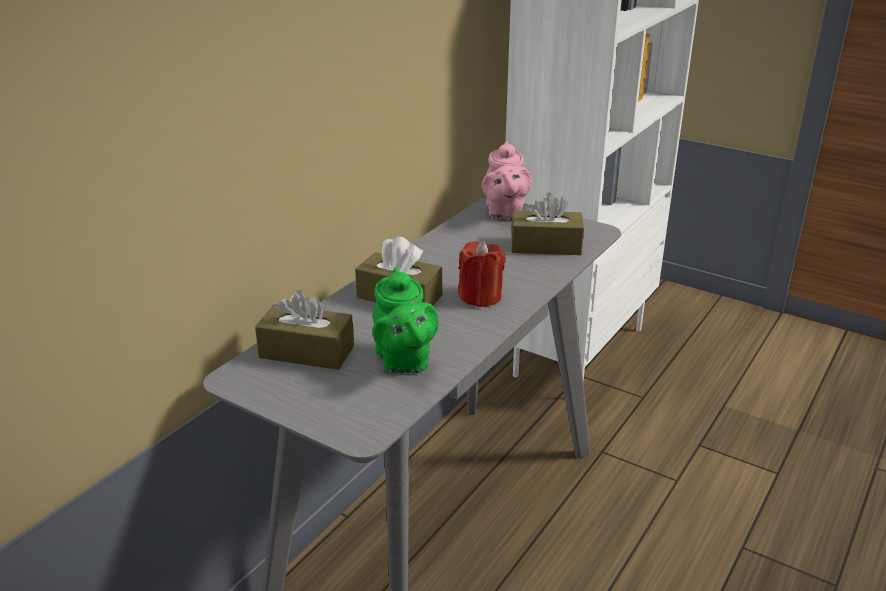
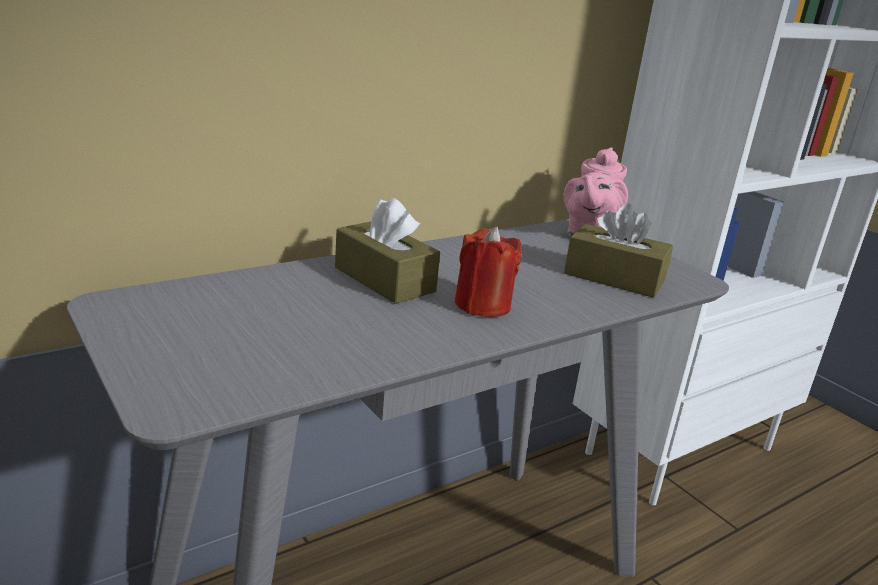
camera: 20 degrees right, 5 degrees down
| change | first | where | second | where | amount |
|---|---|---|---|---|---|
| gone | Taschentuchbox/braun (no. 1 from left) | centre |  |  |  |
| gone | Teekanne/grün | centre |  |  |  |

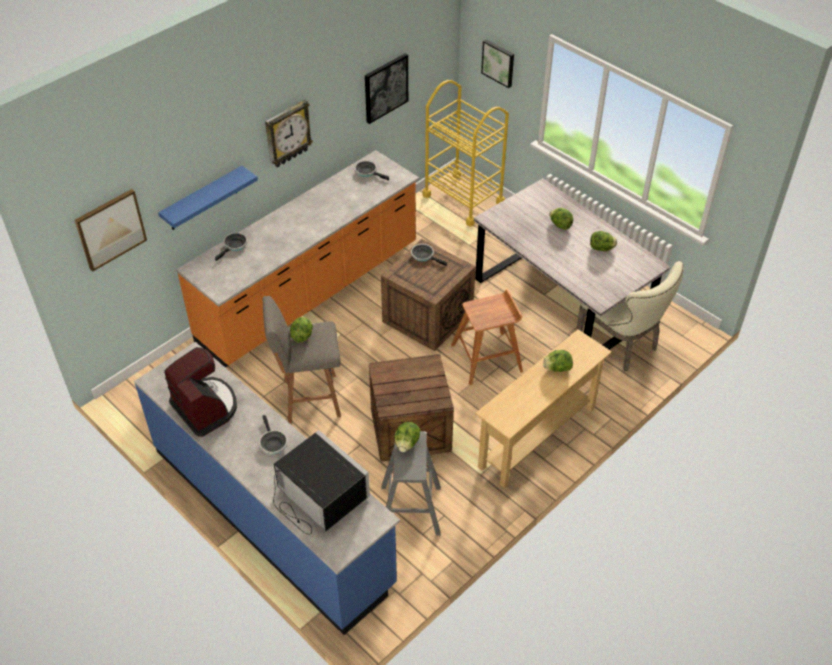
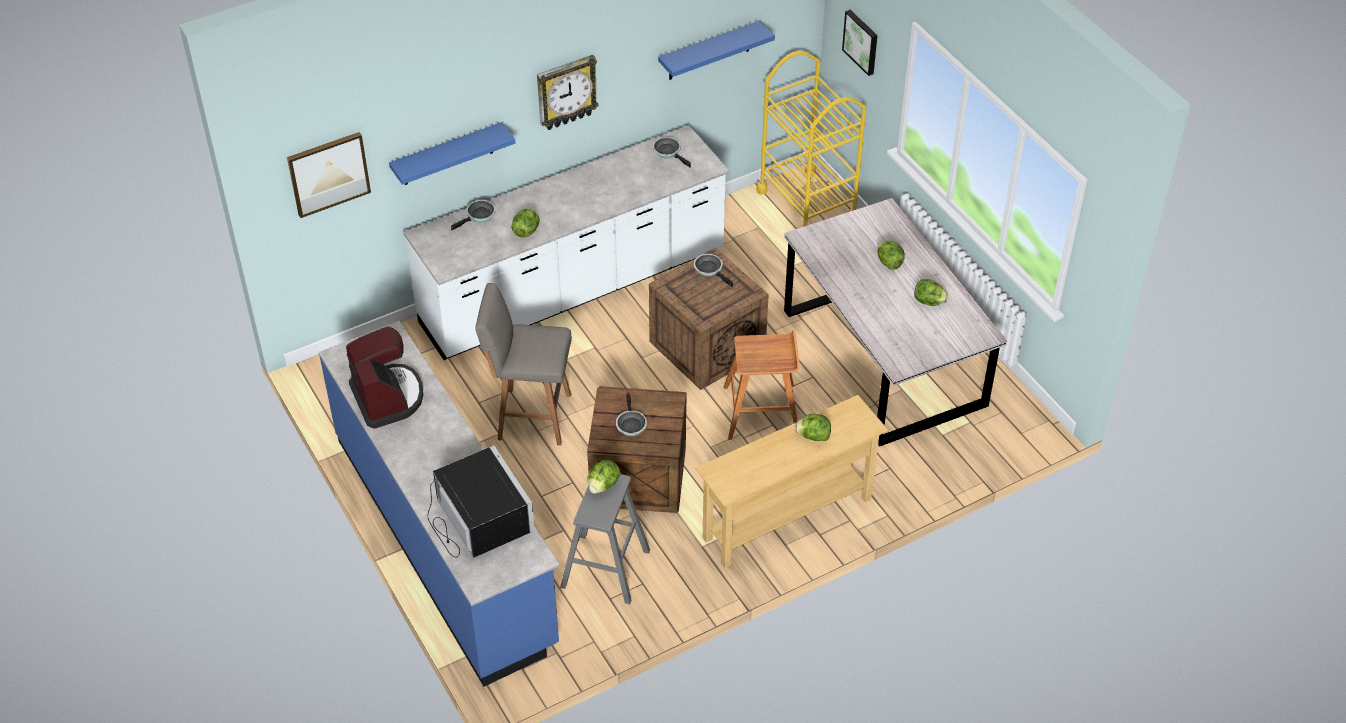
camera: 15 degrees right, 0 degrees up
| change | first | where | second | where | amount |
|---|---|---|---|---|---|
| repainted | Küchenzeile/orange | centre | Küchenzeile/weiß | centre |  |
| shifted | Pfanne (no. 2 from left) | middle left |  | centre |  |
| shifted | Salatkopf (no. 1 from left) | centre |  | top centre |  |
| swapped | Bild (no. 2 from left) | top centre | Wandregal/blau (no. 2 from left) | top centre |  |
| gone | Stuhl/beige | middle right |  |  |  |

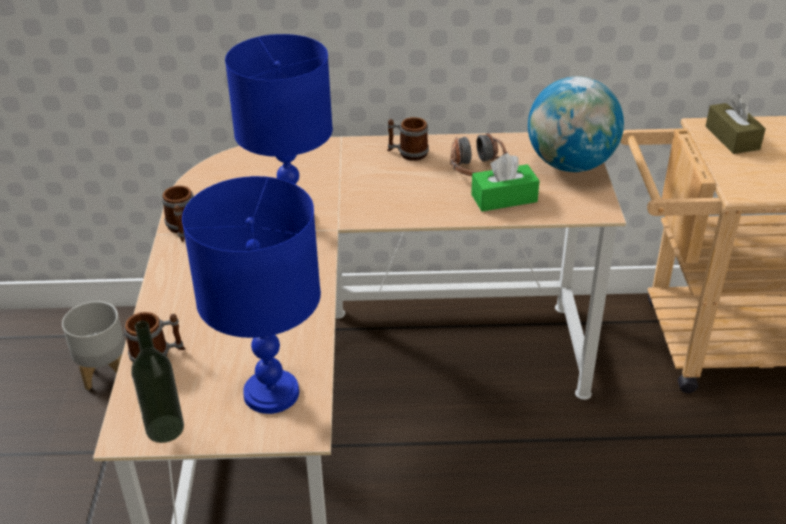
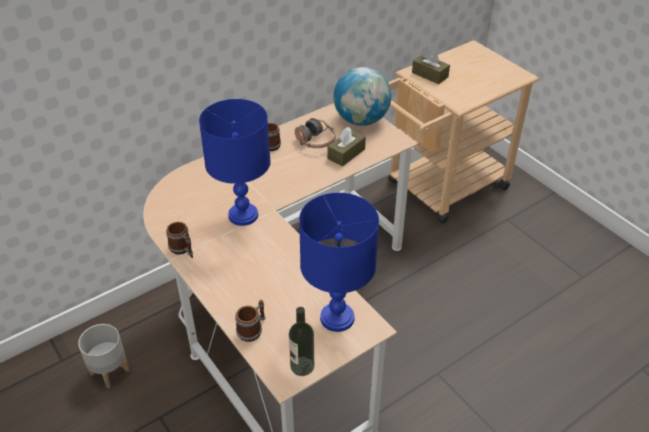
camera: 35 degrees left, 5 degrees up
| change | first | where | second | where | amount |
|---|---|---|---|---|---|
| repainted | Taschentuchbox/grün | centre | Taschentuchbox/braun (no. 1 from left) | centre |  |

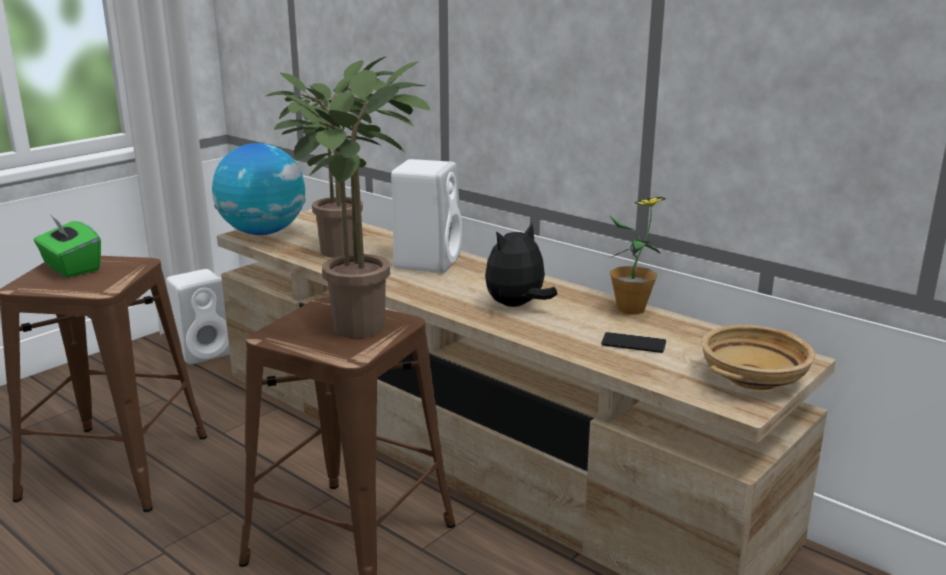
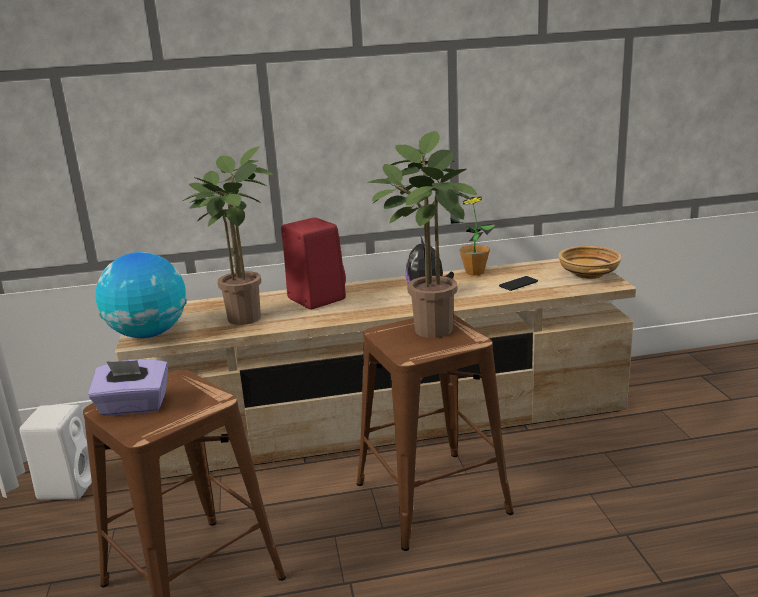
camera: 50 degrees left, 0 degrees up
| change | first | where | second | where | amount |
|---|---|---|---|---|---|
| repainted | Taschentuchbox/grün | middle left | Taschentuchbox/lila | middle left |  |
| repainted | Lautsprecher/weiß (no. 2 from left) | centre | Lautsprecher/rot | centre |  |

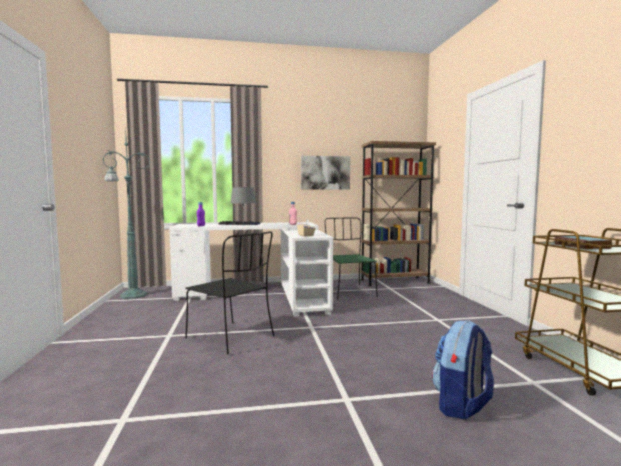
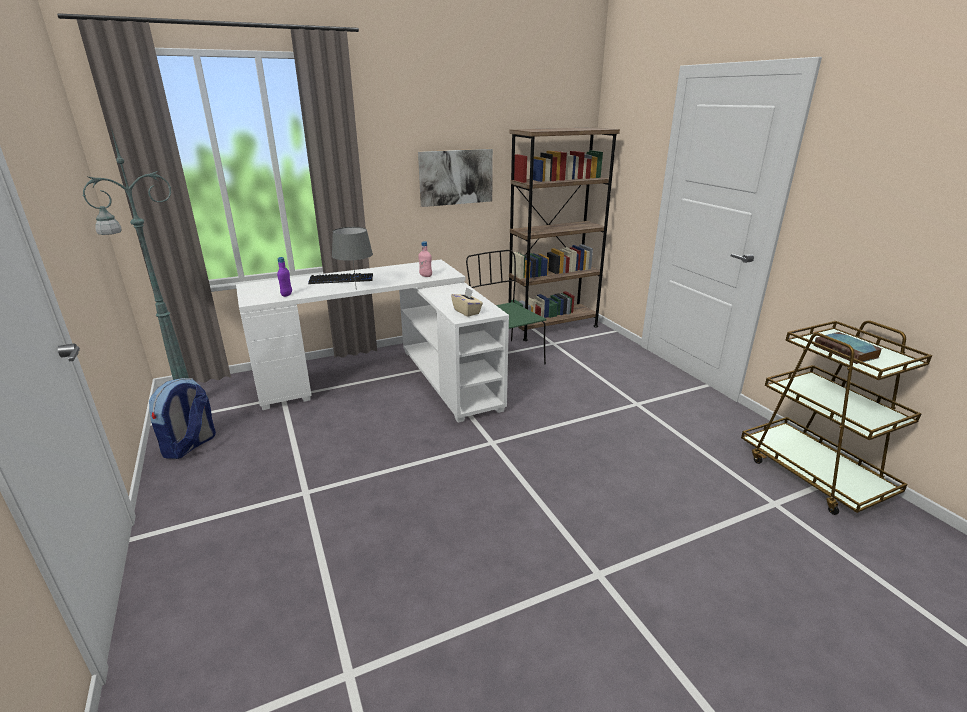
camera: 15 degrees left, 20 degrees up
| change | first | where | second | where | amount |
|---|---|---|---|---|---|
| gone | Stuhl/schwarz | centre |  |  |  |
| shifted | Rucksack | bottom right |  | middle left |  |

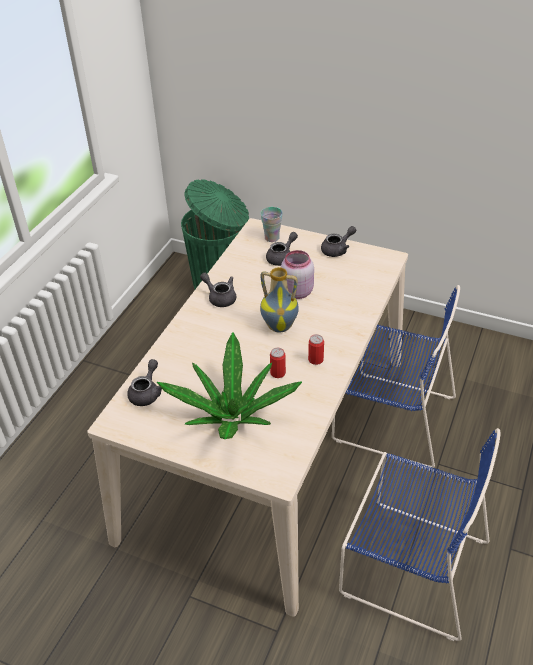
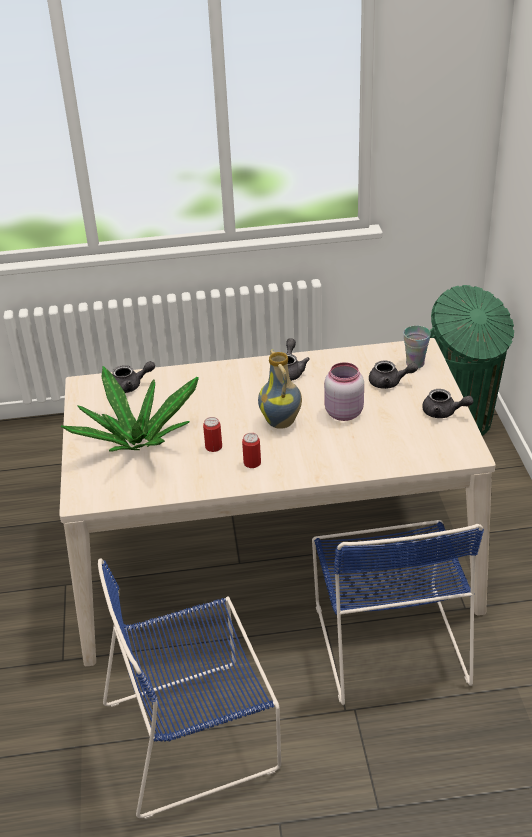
camera: 60 degrees right, 5 degrees down
| change | first | where | second | where | amount |
|---|---|---|---|---|---|
| rotated | Stuhl/blau (no. 2 from left in the first image) | bottom right | Stuhl/blau (no. 1 from left) | bottom centre | 75 degrees clockwise |

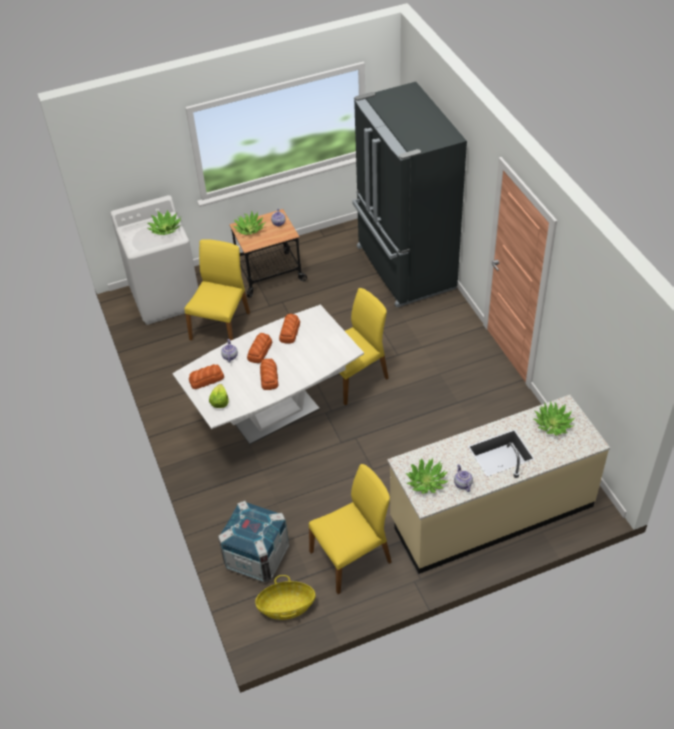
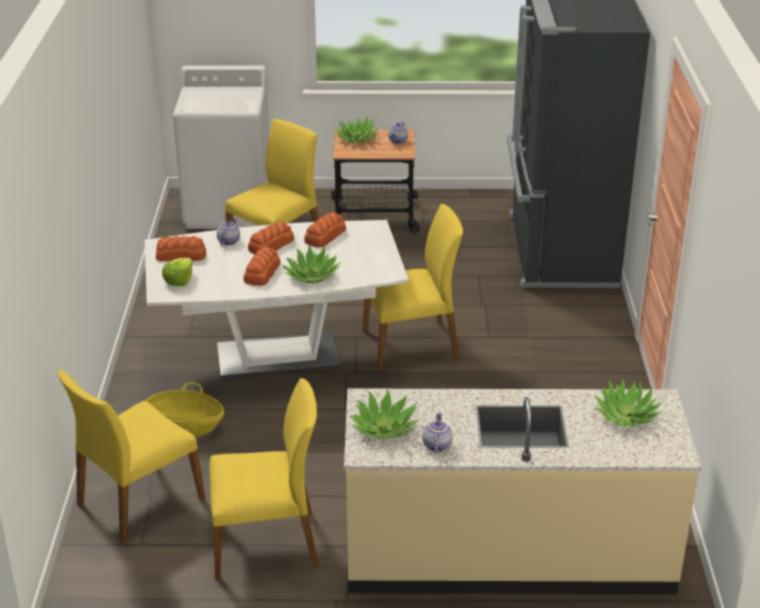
camera: 20 degrees right, 15 degrees down
| change | first | where | second | where | amount |
|---|---|---|---|---|---|
| shifted | Topfpflanze (no. 1 from left) | top left |  | centre |  |
| swapped | Kiste | bottom centre | Stuhl/gelb (no. 1 from left) | bottom left |  |
| shifted | Korb | bottom centre |  | bottom left |  |

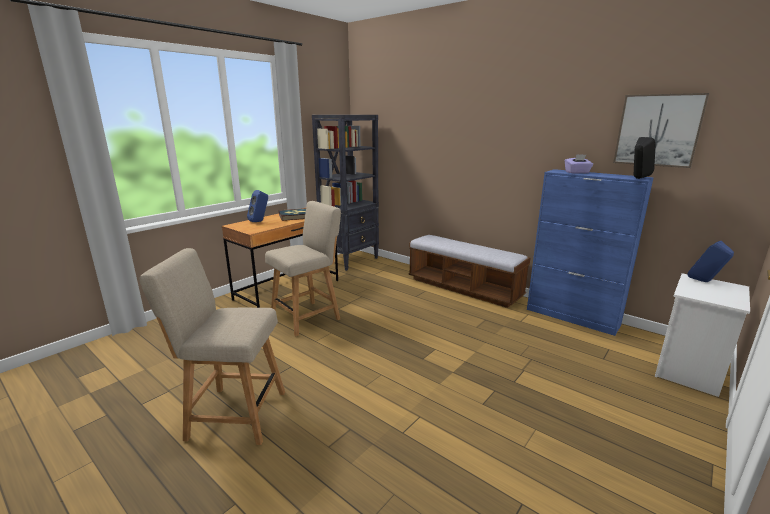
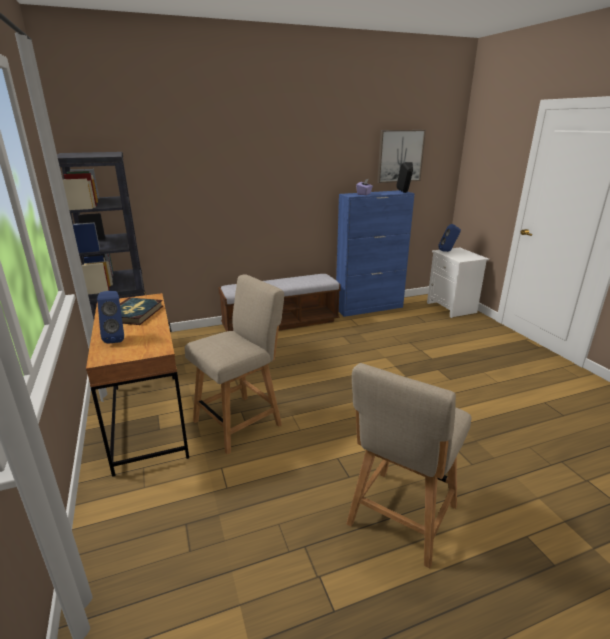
camera: 60 degrees left, 5 degrees up
| change | first | where | second | where | amount |
|---|---|---|---|---|---|
| rotated | Stuhl/beige (no. 2 from left in the first image) | centre | Stuhl/beige (no. 1 from left) | centre | 60 degrees clockwise |

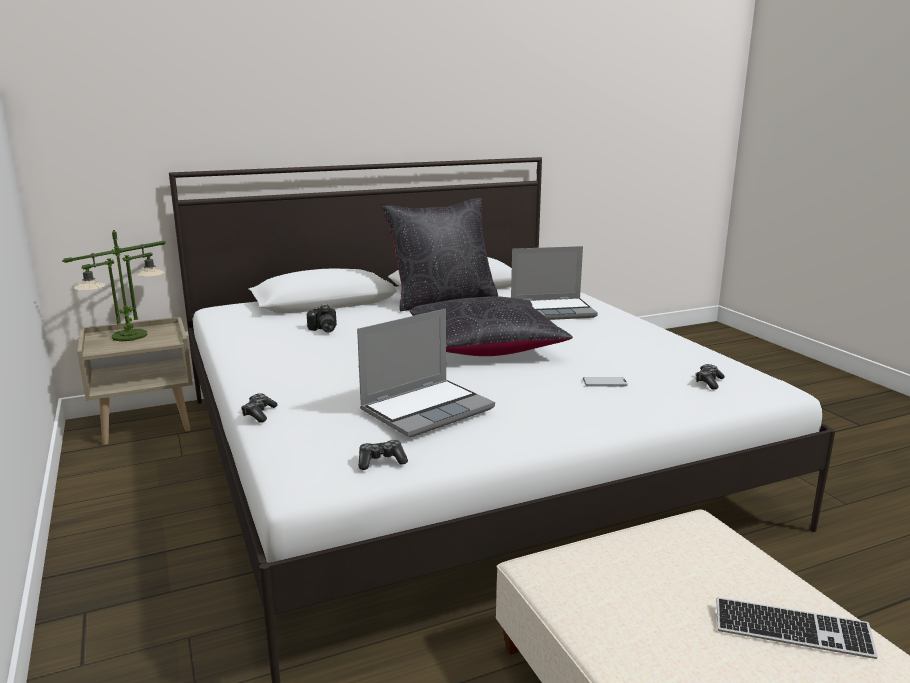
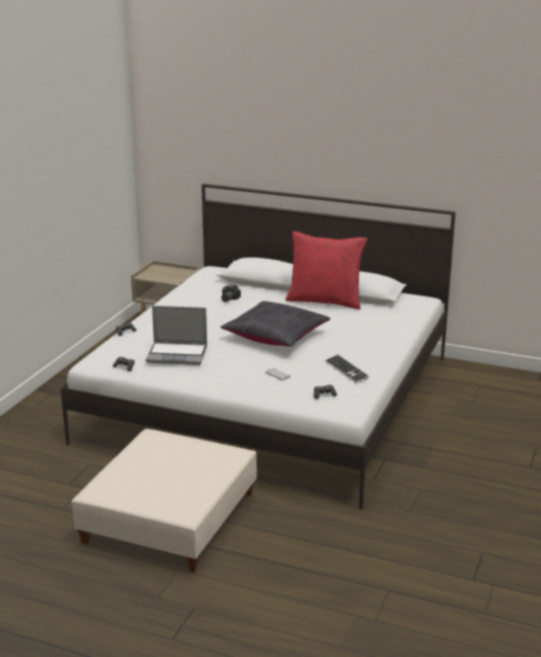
camera: 45 degrees right, 5 degrees up
| change | first | where | second | where | amount |
|---|---|---|---|---|---|
| gone | Tischlampe | middle left |  |  |  |
| repainted | Kissen/schwarz (no. 1 from left) | centre | Kissen/rot | centre |  |
| gone | Laptop (no. 2 from left) | centre |  |  |  |
| shifted | Tastatur | bottom right |  | centre |  |

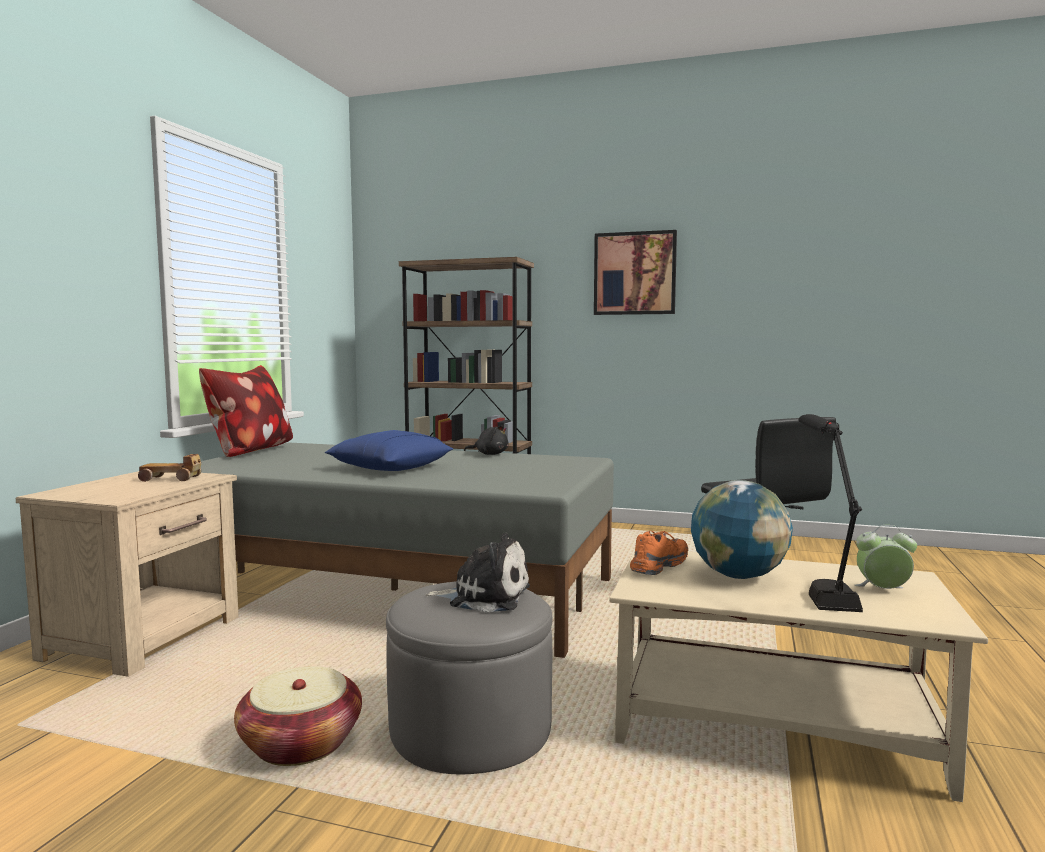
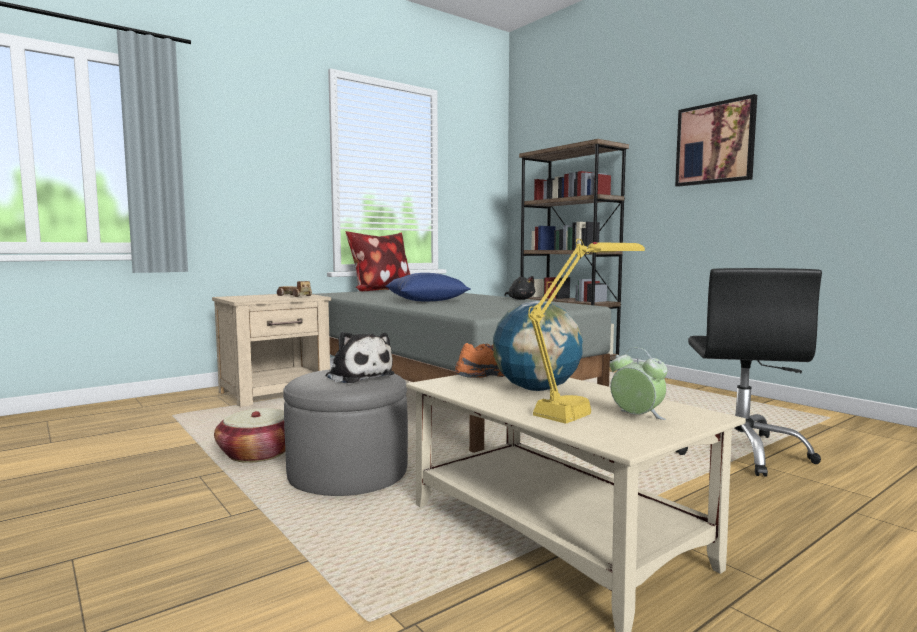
camera: 35 degrees right, 0 degrees up
| change | first | where | second | where | amount |
|---|---|---|---|---|---|
| repainted | Tischlampe/schwarz | middle right | Tischlampe/gelb | centre |  |

